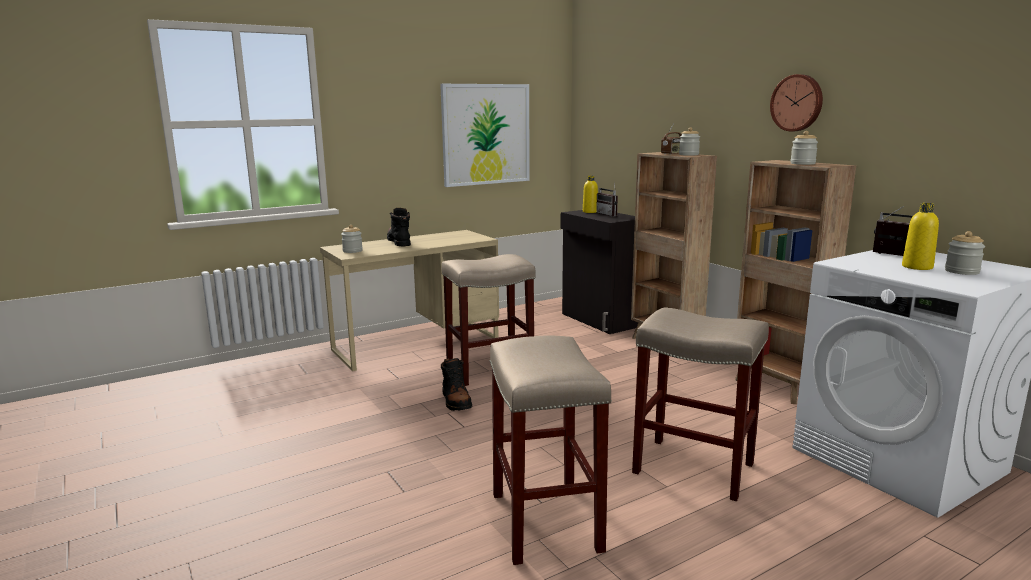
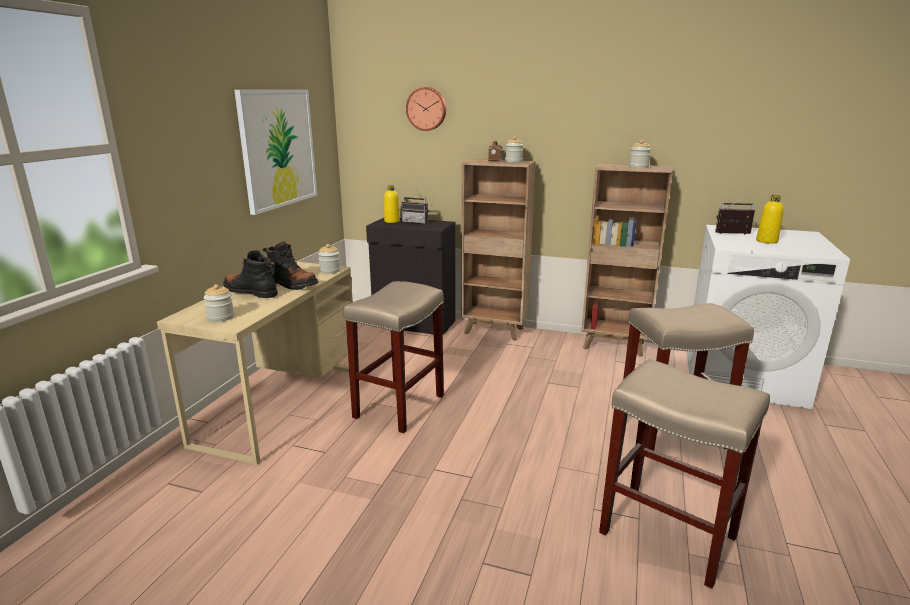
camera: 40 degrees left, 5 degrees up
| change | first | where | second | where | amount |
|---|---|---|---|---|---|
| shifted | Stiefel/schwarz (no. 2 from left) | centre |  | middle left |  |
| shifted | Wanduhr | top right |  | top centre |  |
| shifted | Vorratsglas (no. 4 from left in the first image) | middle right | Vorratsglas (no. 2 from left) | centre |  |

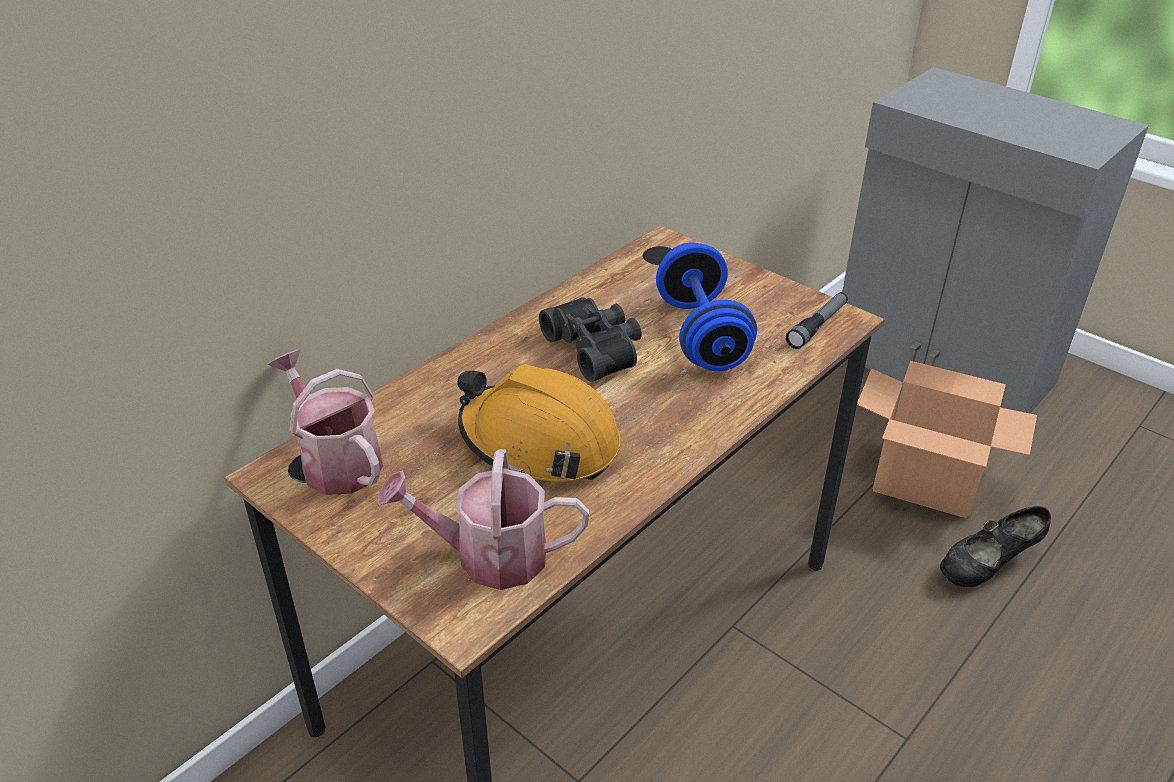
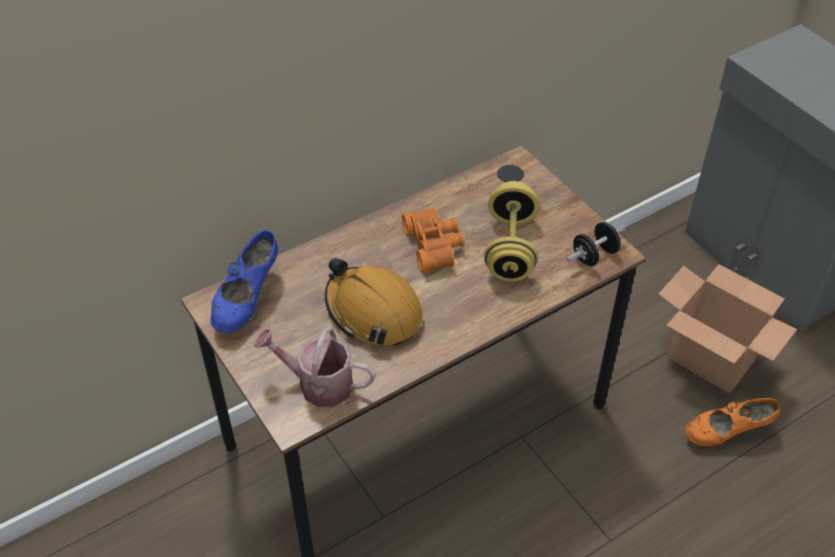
camera: 15 degrees right, 10 degrees up
| change | first | where | second | where | amount |
|---|---|---|---|---|---|
| swapped | Gießkanne (no. 1 from left) | middle left | Schuh/blau | middle left |  |
| repainted | Fernglas/schwarz | centre | Fernglas/orange | centre |  |
| repainted | Hantel/blau | centre | Hantel/gelb | centre |  |
| swapped | Taschenlampe | middle right | Hantel/schwarz | middle right |  |
| repainted | Schuh/schwarz | bottom right | Schuh/orange | bottom right |  |

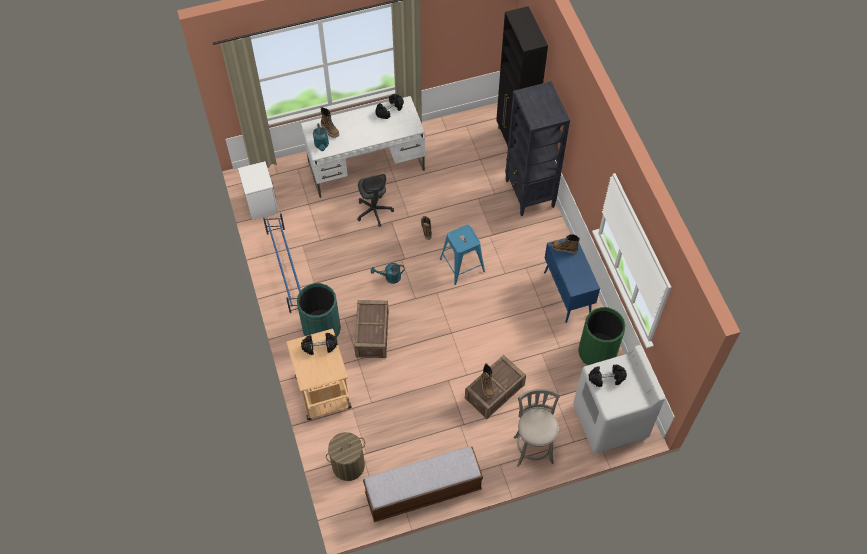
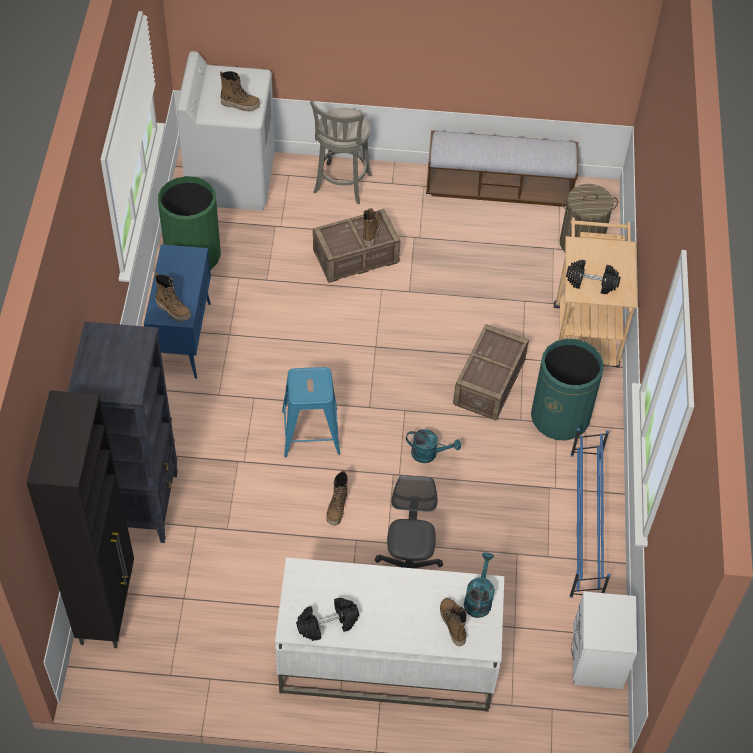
camera: 160 degrees left, 5 degrees down
| change | first | where | second | where | amount |
|---|---|---|---|---|---|
| swapped | Hantel/schwarz (no. 3 from left) | bottom right | Stiefel (no. 2 from left) | top left |  |

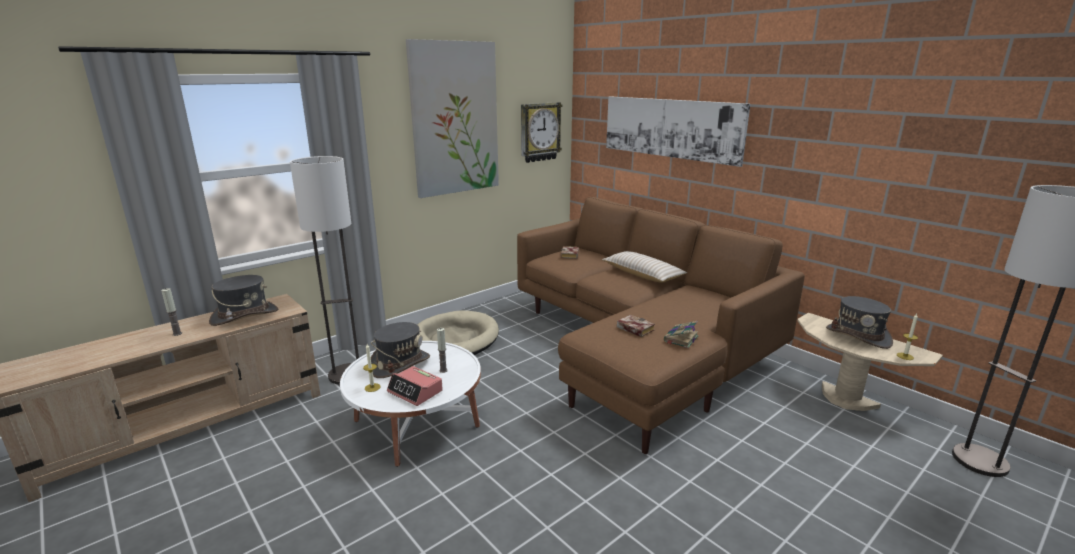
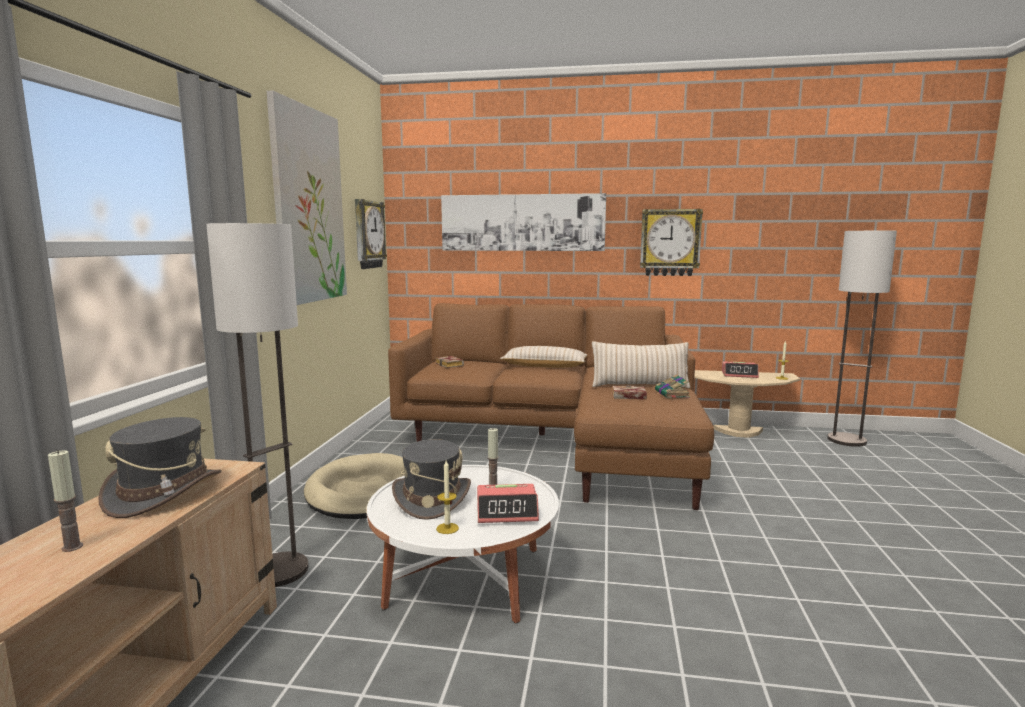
camera: 40 degrees left, 10 degrees down
| change | first | where | second | where | amount |
|---|---|---|---|---|---|
| swapped | Hut/grau (no. 3 from left) | middle right | Wecker (no. 2 from left) | middle right |  |
| new |  |  | Kissen/beige (no. 2 from left) | centre |  |
| new |  |  | Wanduhr (no. 2 from left) | centre |  |

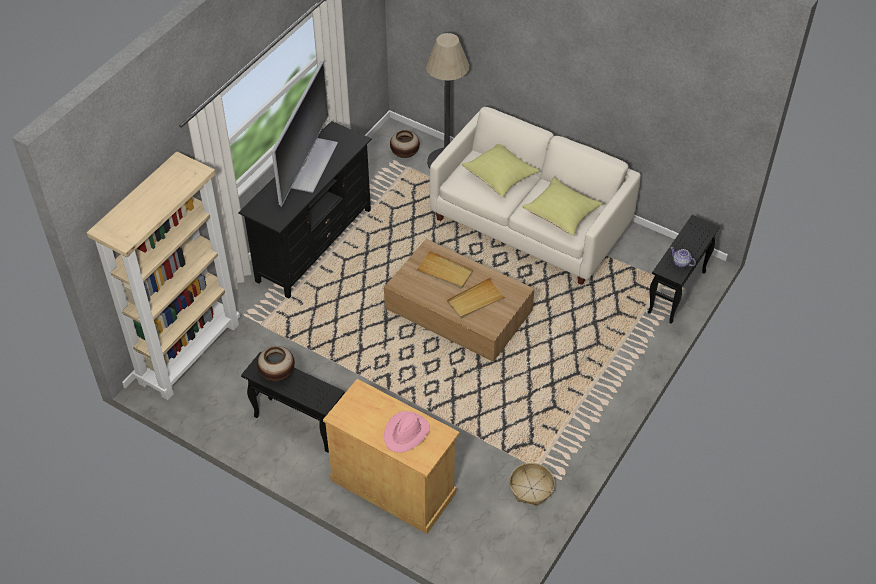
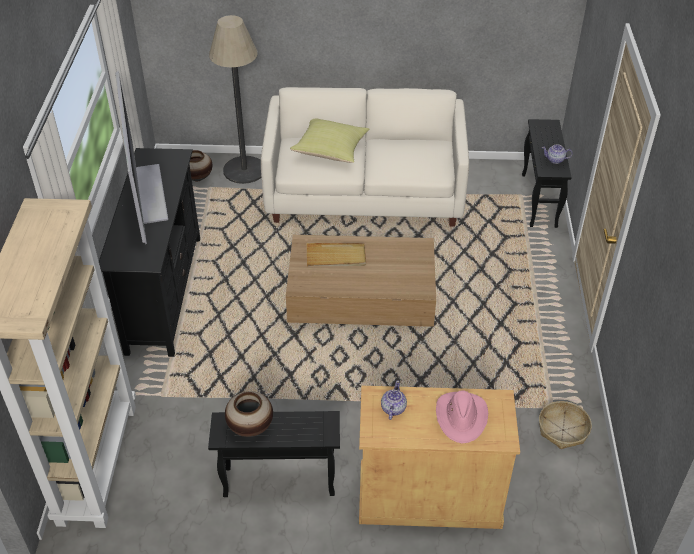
camera: 30 degrees left, 5 degrees down
| change | first | where | second | where | amount |
|---|---|---|---|---|---|
| gone | Tablett/beige (no. 2 from left) | centre |  |  |  |
| gone | Kissen/gelb (no. 2 from left) | centre |  |  |  |
| new |  |  | Teekanne (no. 1 from left) | bottom centre |  |

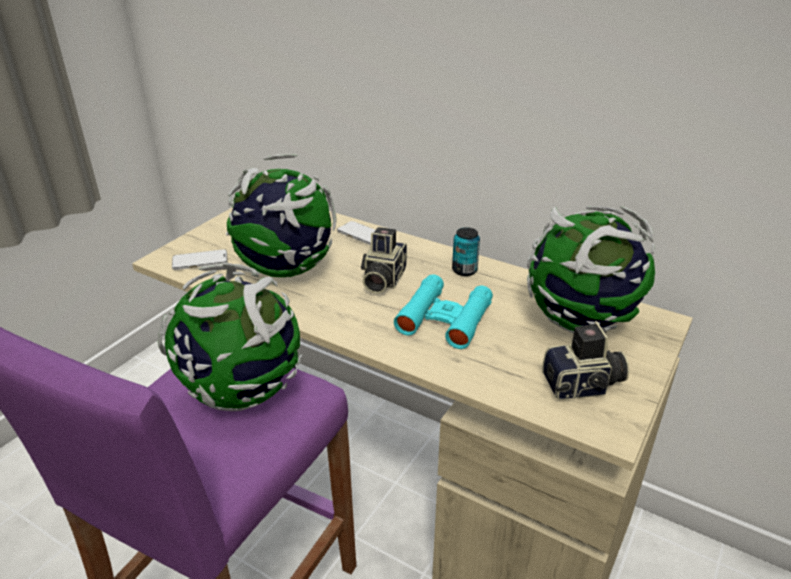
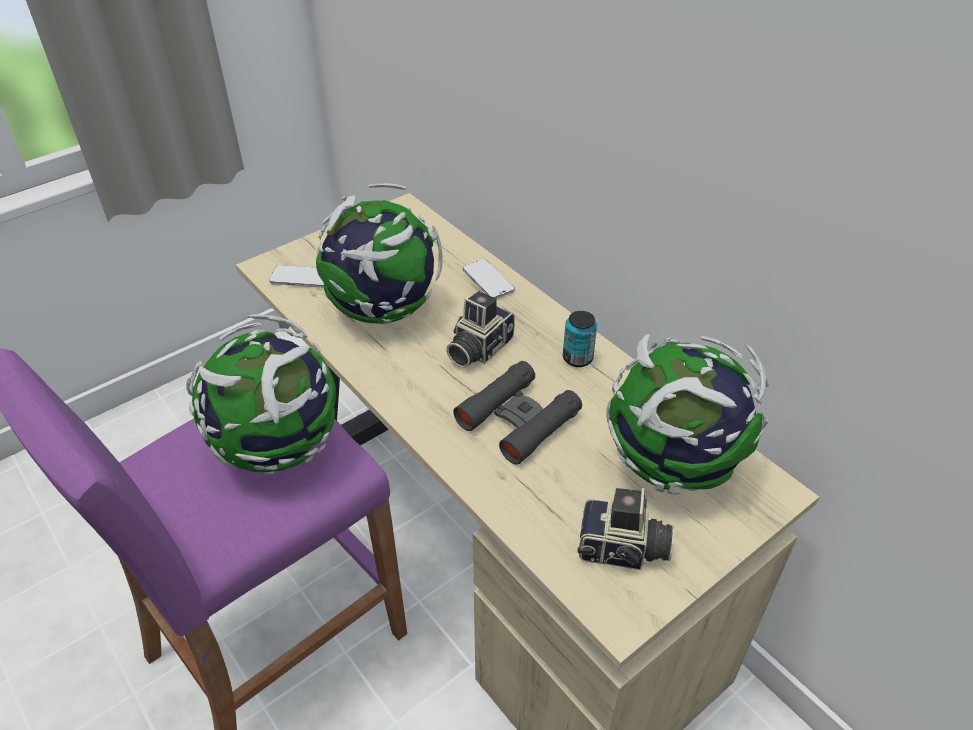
camera: 20 degrees right, 10 degrees up
| change | first | where | second | where | amount |
|---|---|---|---|---|---|
| repainted | Fernglas/türkis | centre | Fernglas/schwarz | centre |  |

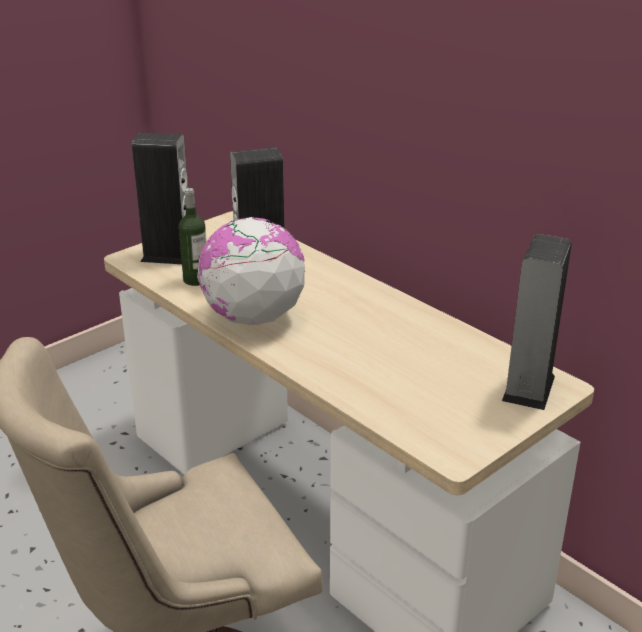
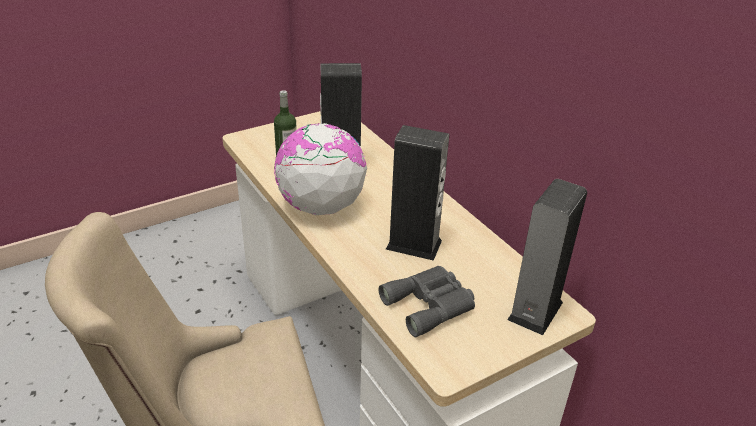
camera: 10 degrees right, 5 degrees up
| change | first | where | second | where | amount |
|---|---|---|---|---|---|
| shifted | Lautsprecher (no. 1 from left in the first image) | top left | Lautsprecher (no. 2 from left) | centre |  |
| new |  |  | Fernglas/grau | bottom centre |  |

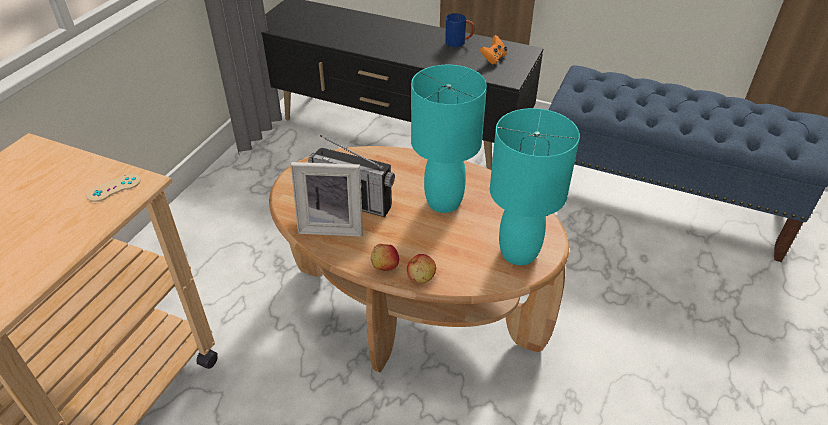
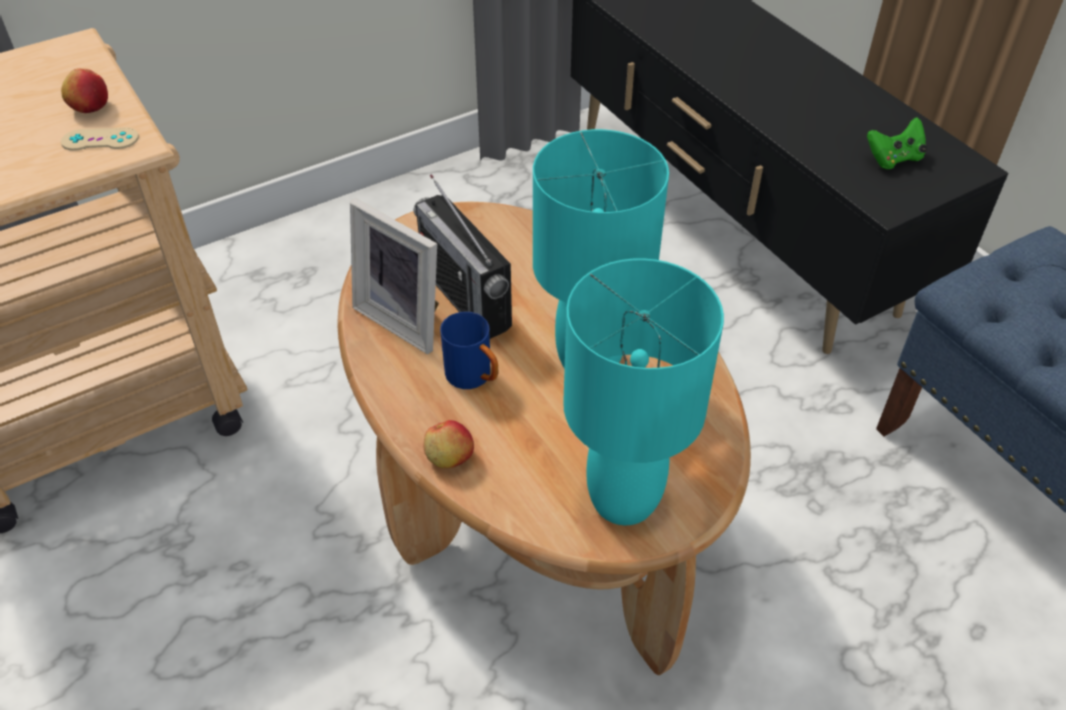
camera: 35 degrees right, 5 degrees up
| change | first | where | second | where | amount |
|---|---|---|---|---|---|
| shifted | Apfel (no. 1 from left) | centre |  | top left |  |
| shifted | Henkelbecher/blau | top centre |  | centre |  |
| repainted | Gamepad/orange | top centre | Gamepad/grün | top right |  |

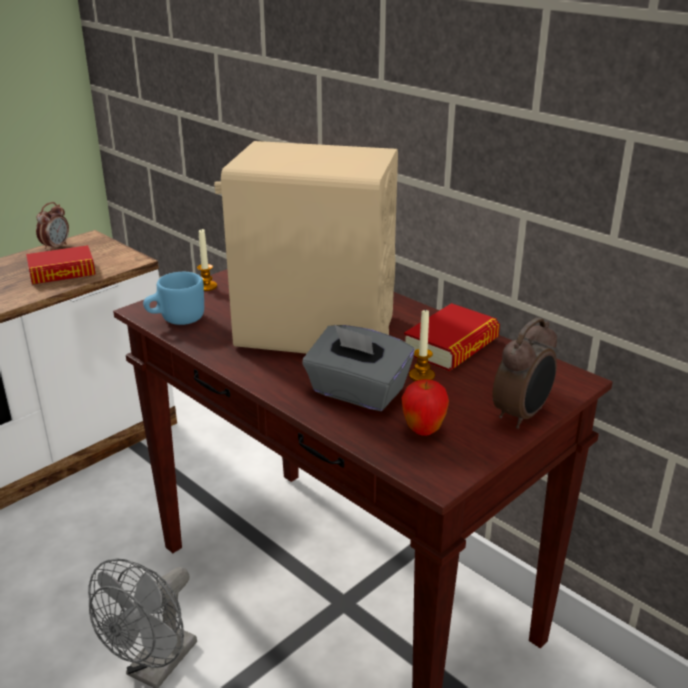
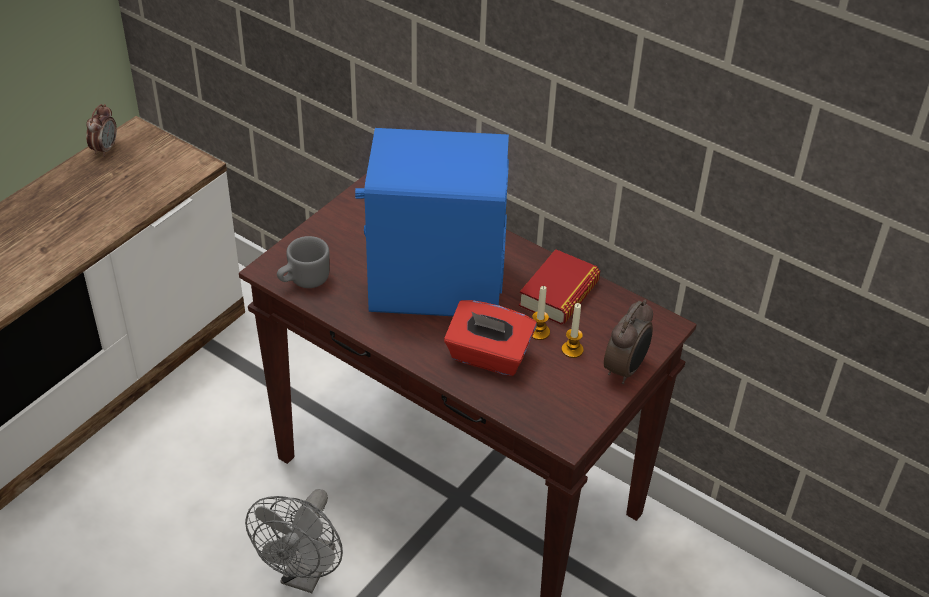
camera: 10 degrees left, 15 degrees up
| change | first | where | second | where | amount |
|---|---|---|---|---|---|
| gone | Buch (no. 1 from left) | middle left |  |  |  |
| repainted | Henkelbecher/blau | middle left | Henkelbecher/grau | middle left |  |
| shifted | Kerze (no. 1 from left in the first image) | middle left | Kerze (no. 2 from left) | centre |  |
| repainted | Lautsprecher/beige | centre | Lautsprecher/blau | centre |  |
| repainted | Taschentuchbox/grau | centre | Taschentuchbox/rot | centre |  |
| gone | Apfel | centre |  |  |  |

